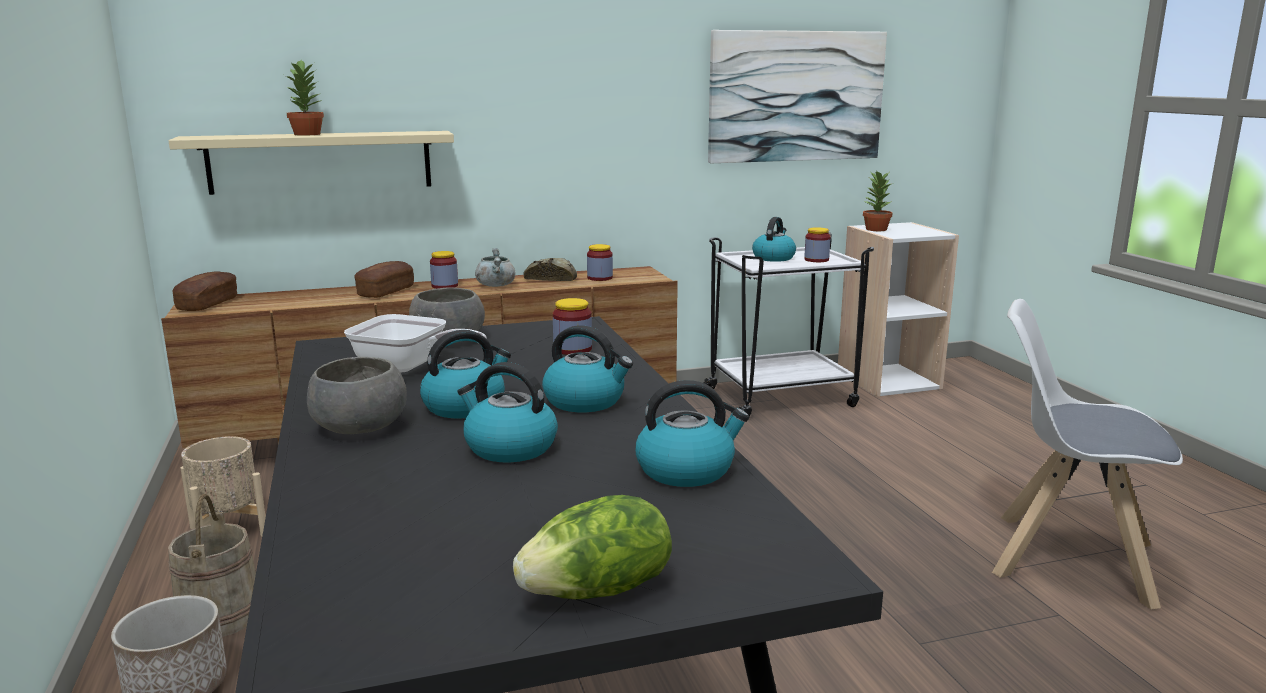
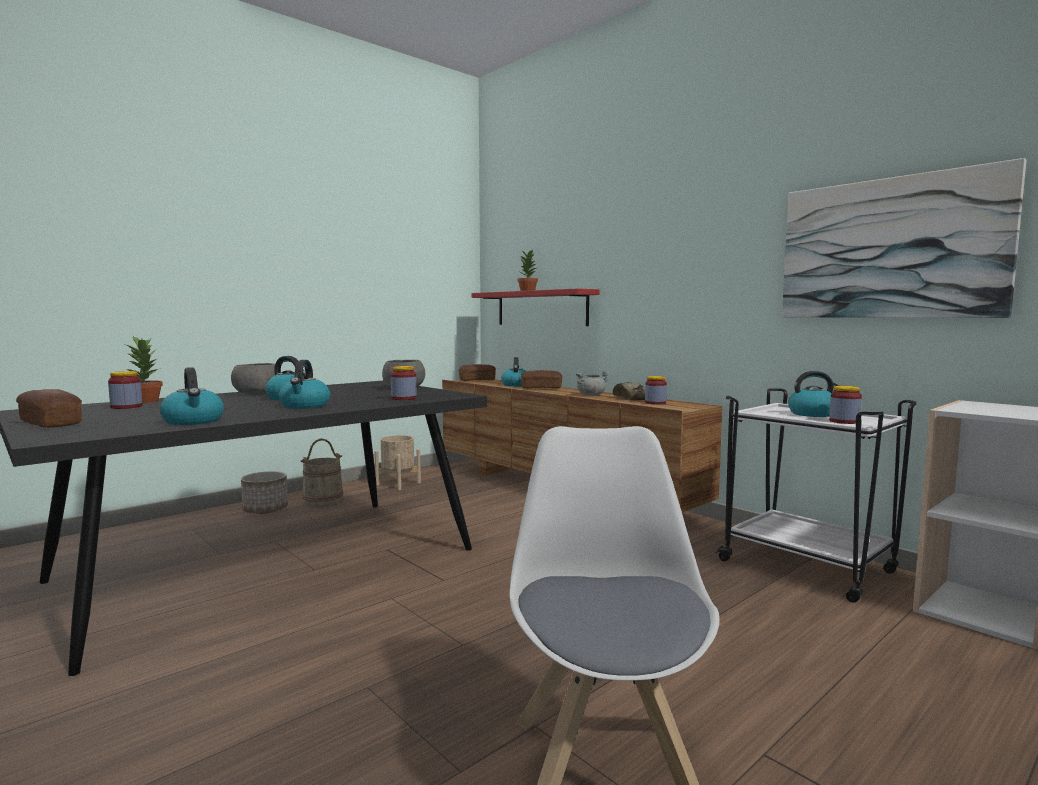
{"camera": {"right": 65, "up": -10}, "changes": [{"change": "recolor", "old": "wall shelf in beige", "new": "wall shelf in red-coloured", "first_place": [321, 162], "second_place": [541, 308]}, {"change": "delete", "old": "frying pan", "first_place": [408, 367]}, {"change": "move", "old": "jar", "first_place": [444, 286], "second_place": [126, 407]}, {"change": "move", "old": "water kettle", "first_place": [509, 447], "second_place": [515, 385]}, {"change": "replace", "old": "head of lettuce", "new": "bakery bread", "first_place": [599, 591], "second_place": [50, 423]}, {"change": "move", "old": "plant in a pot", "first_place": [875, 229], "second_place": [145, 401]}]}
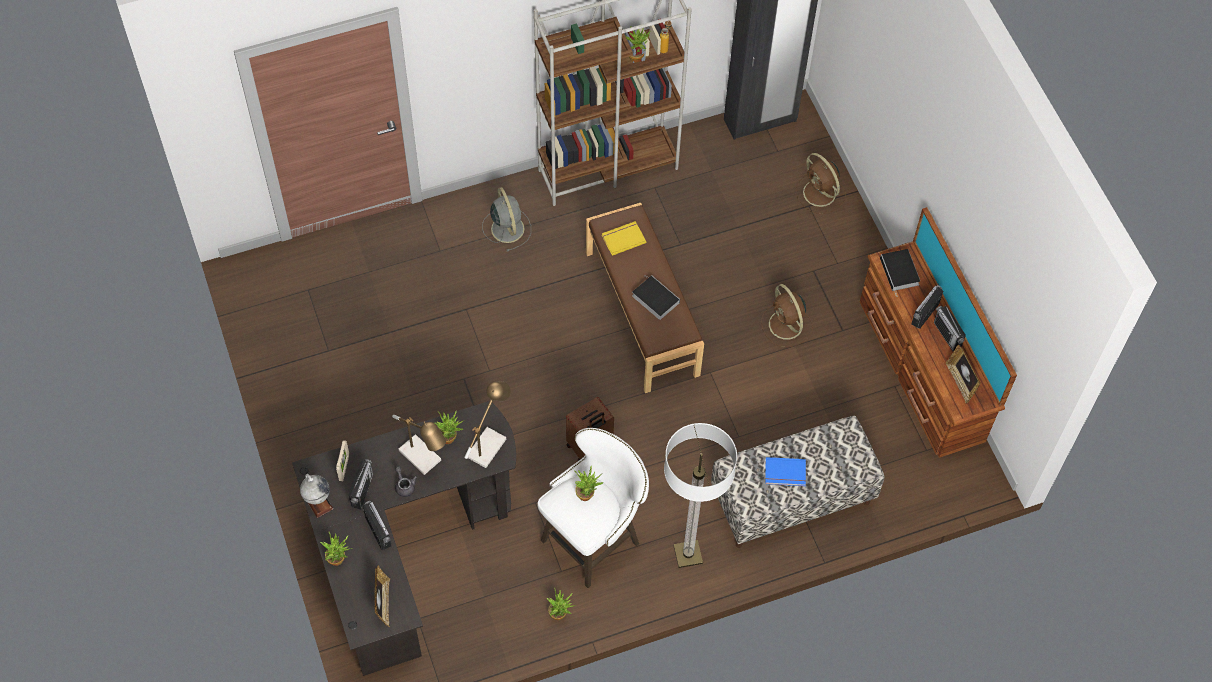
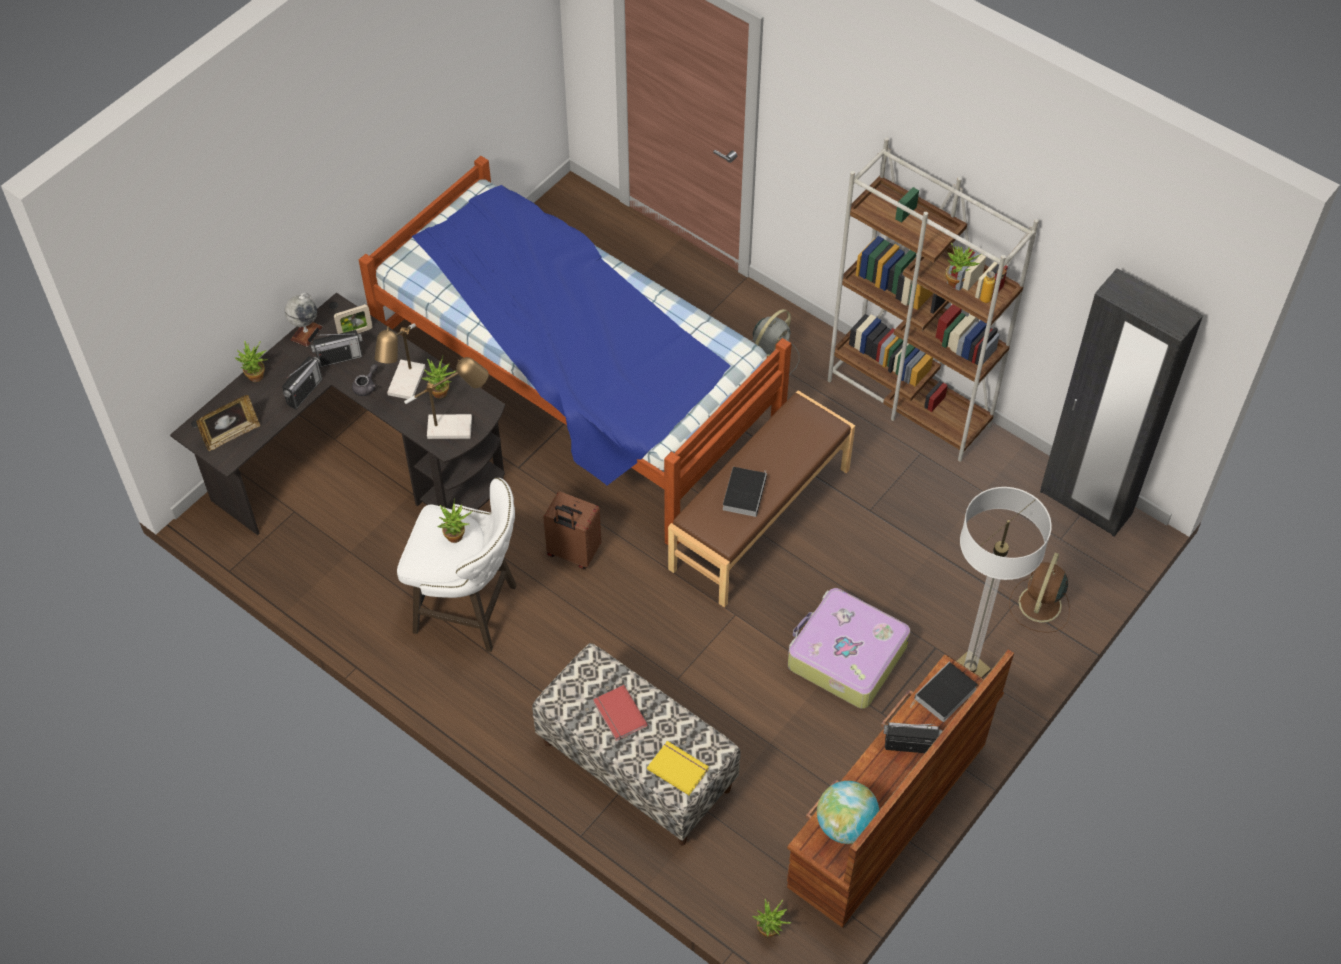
{"camera": {"right": 60, "up": -5}, "changes": [{"change": "move", "old": "plant in a pot", "first_place": [560, 615], "second_place": [769, 933]}, {"change": "move", "old": "bound book in yellow-coloured", "first_place": [623, 238], "second_place": [678, 767]}, {"change": "move", "old": "standard lamp", "first_place": [688, 554], "second_place": [969, 670]}, {"change": "replace", "old": "fan in brown-coloured", "new": "suitcase", "first_place": [786, 326], "second_place": [845, 656]}, {"change": "recolor", "old": "bound book in blue-coloured", "new": "bound book in red-coloured", "first_place": [785, 473], "second_place": [618, 714]}, {"change": "delete", "old": "radio", "first_place": [947, 335]}, {"change": "replace", "old": "photo frame", "new": "desk globe", "first_place": [960, 382], "second_place": [845, 825]}, {"change": "insert", "new": "bedroom bed", "second_place": [576, 391]}]}
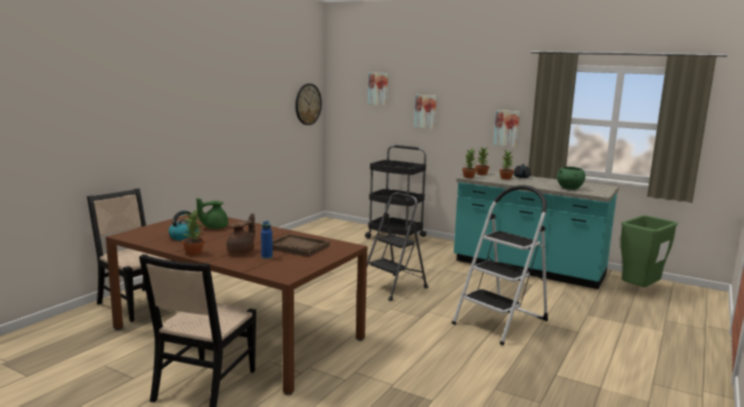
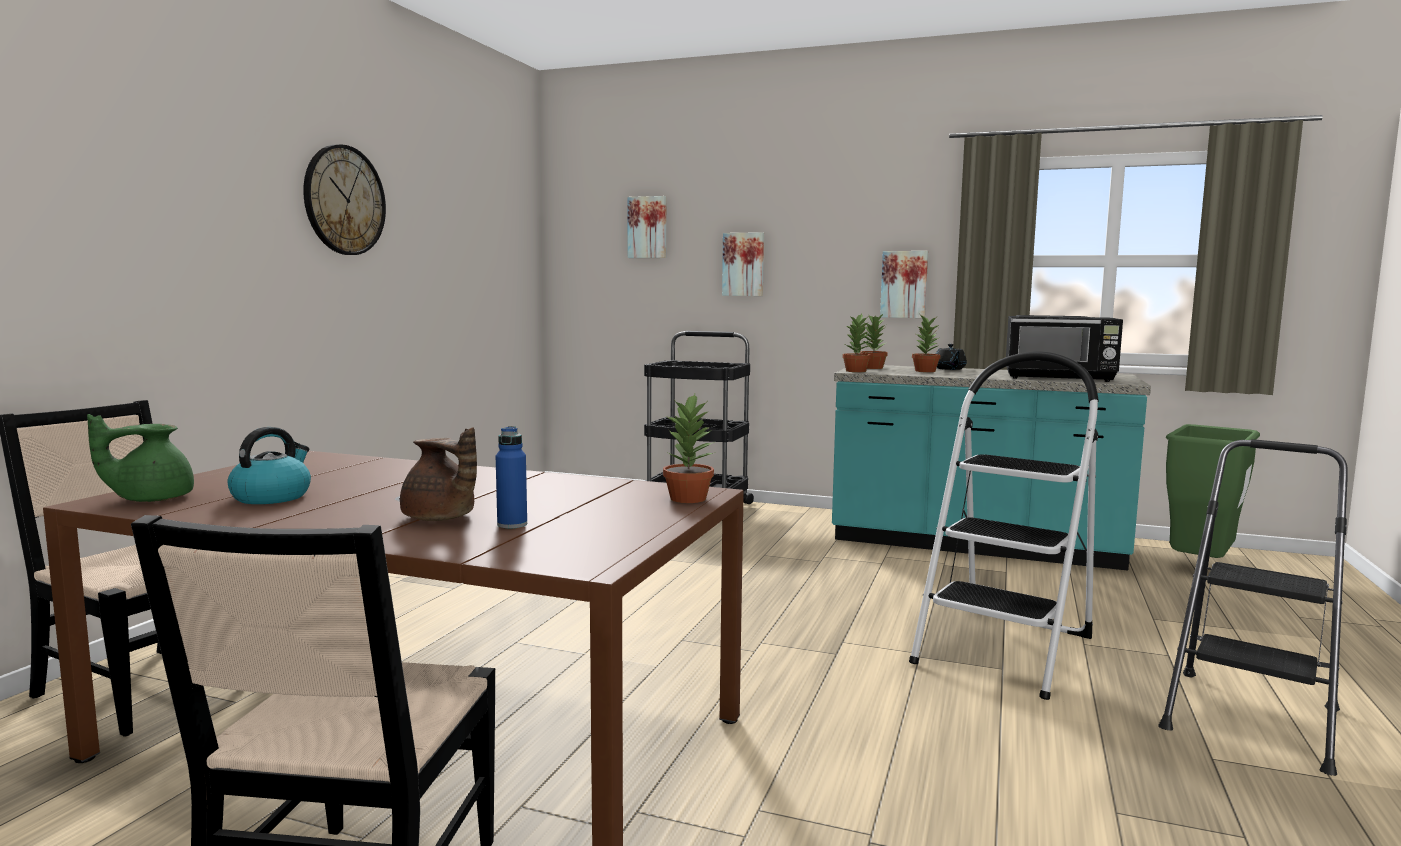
{"camera": {"right": -10, "up": -5}, "changes": [{"change": "move", "old": "plant in a pot", "first_place": [194, 252], "second_place": [689, 498]}, {"change": "move", "old": "pot for tea in green", "first_place": [214, 227], "second_place": [151, 499]}, {"change": "rotate", "old": "pot for tea in brown-coloured", "first_place": [242, 252], "second_place": [440, 518], "degrees": 105}, {"change": "delete", "old": "tray in brown-coloured", "first_place": [298, 247]}, {"change": "move", "old": "hanging clock", "first_place": [308, 104], "second_place": [344, 200]}, {"change": "move", "old": "step stool in black", "first_place": [394, 286], "second_place": [1252, 715]}, {"change": "replace", "old": "bowl in green", "new": "kitchen microwave in black", "first_place": [569, 188], "second_place": [1060, 378]}]}
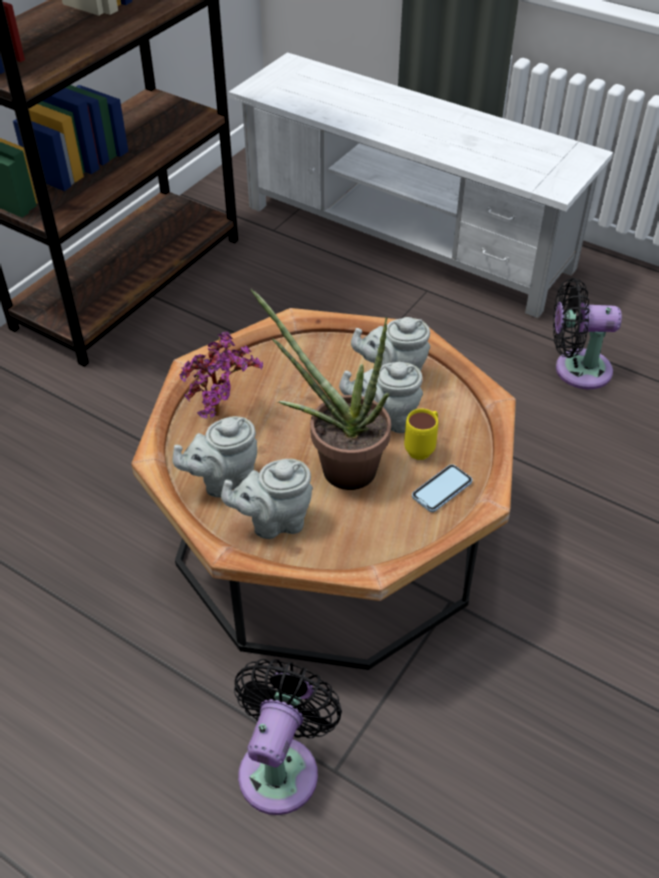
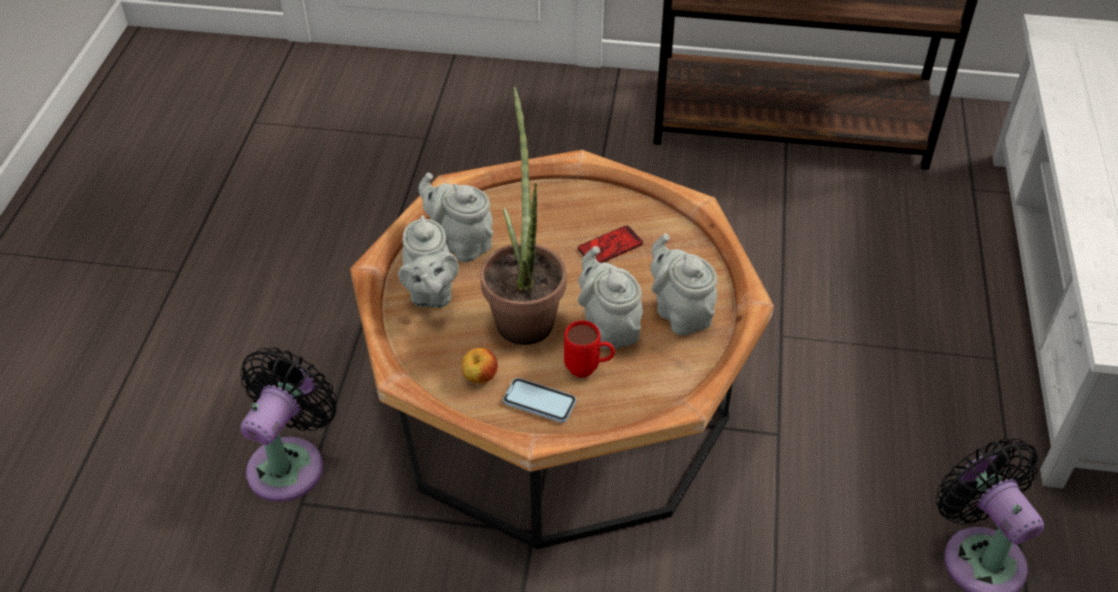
{"camera": {"right": 65, "up": 0}, "changes": [{"change": "delete", "old": "plant in a pot", "first_place": [223, 416]}, {"change": "rotate", "old": "pot for tea in grey", "first_place": [274, 522], "second_place": [430, 294], "degrees": -150}, {"change": "rotate", "old": "fan in black", "first_place": [282, 766], "second_place": [290, 462], "degrees": -60}, {"change": "recolor", "old": "coffee mug in yellow-coloured", "new": "coffee mug in red-coloured", "first_place": [423, 448], "second_place": [588, 369]}, {"change": "insert", "new": "apple", "second_place": [479, 377]}, {"change": "insert", "new": "phone", "second_place": [610, 246]}]}
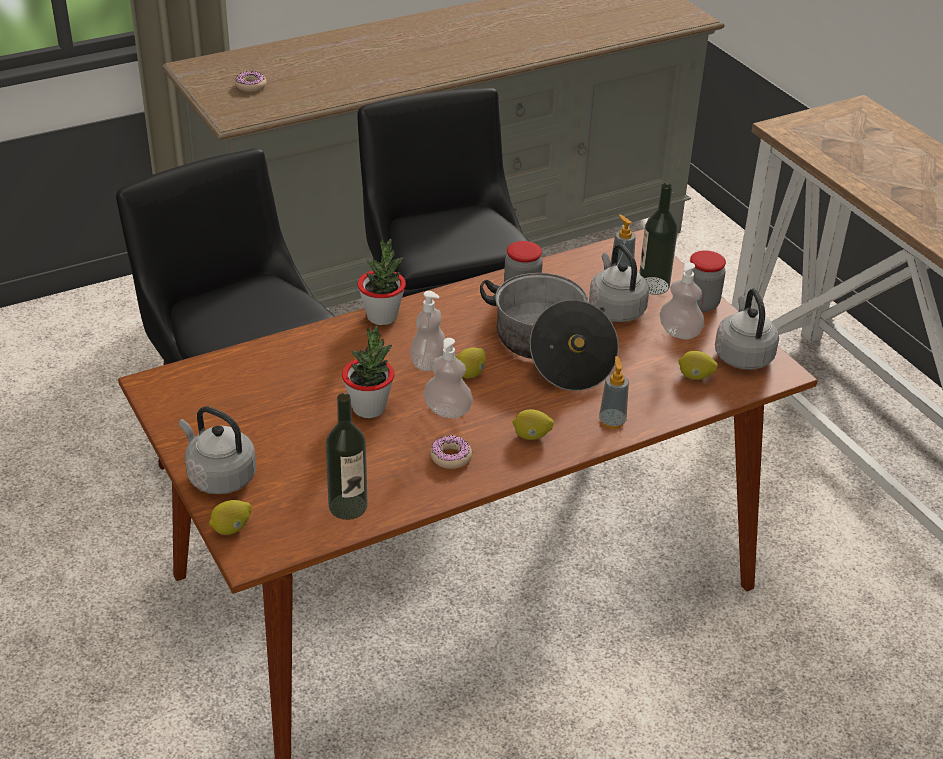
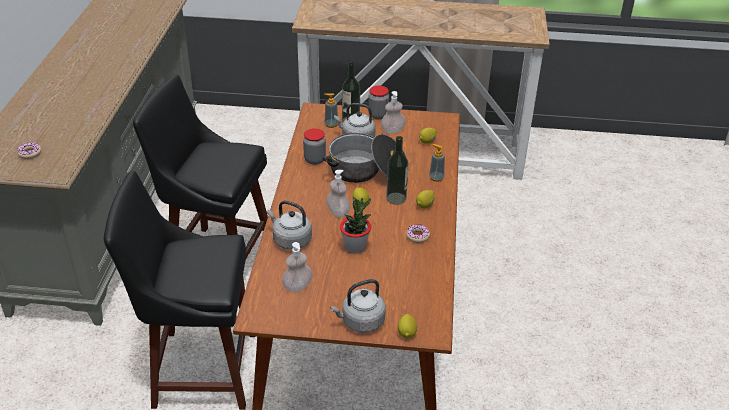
{"camera": {"right": -55, "up": 0}, "changes": [{"change": "move", "old": "bottle", "first_place": [348, 506], "second_place": [396, 198]}, {"change": "delete", "old": "plant in a pot", "first_place": [382, 317]}, {"change": "move", "old": "liquid soap bottle", "first_place": [447, 411], "second_place": [297, 286]}, {"change": "move", "old": "water kettle in grey", "first_place": [742, 355], "second_place": [290, 240]}]}
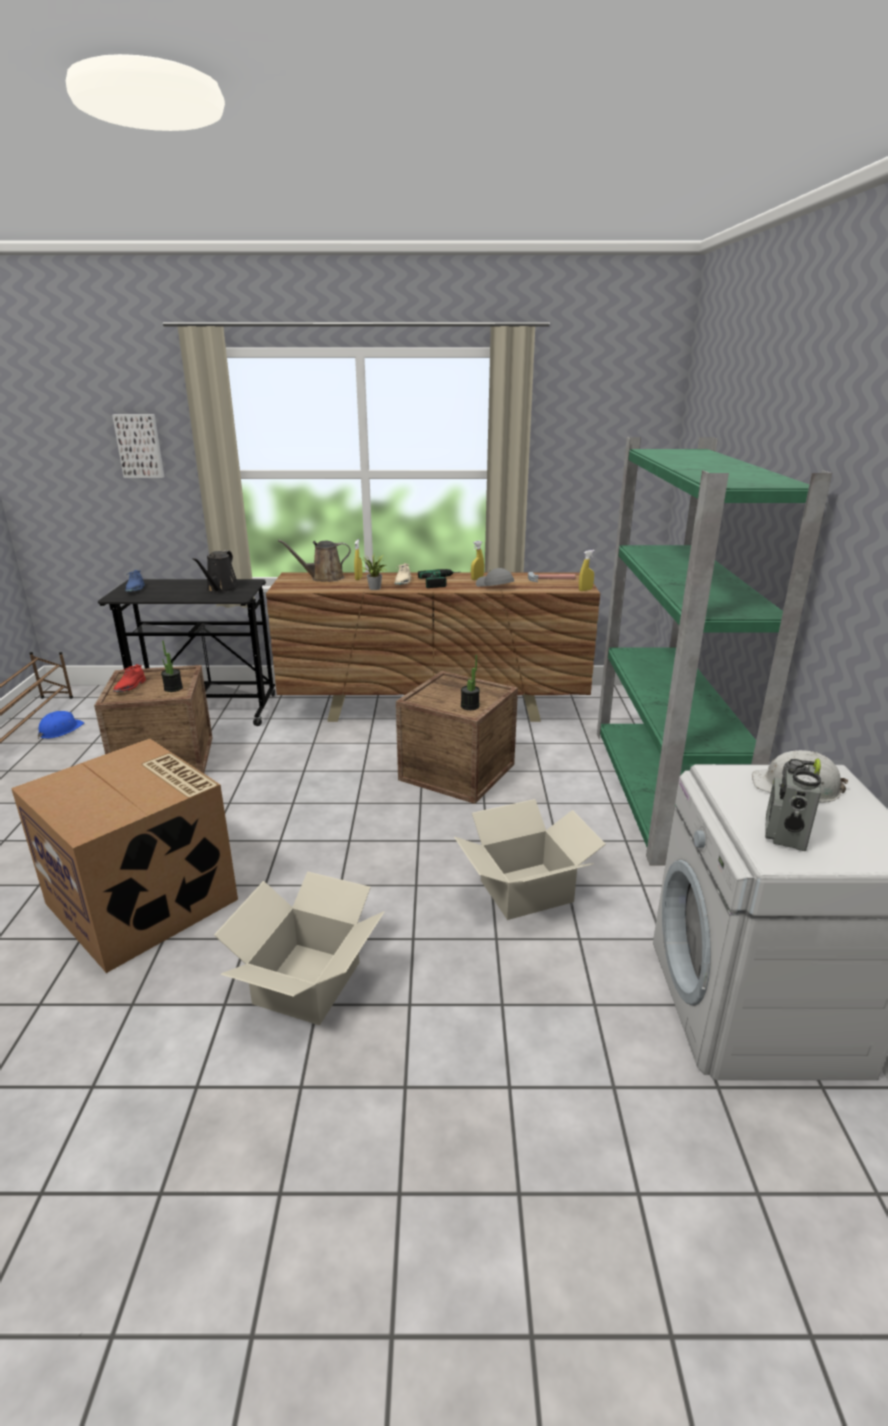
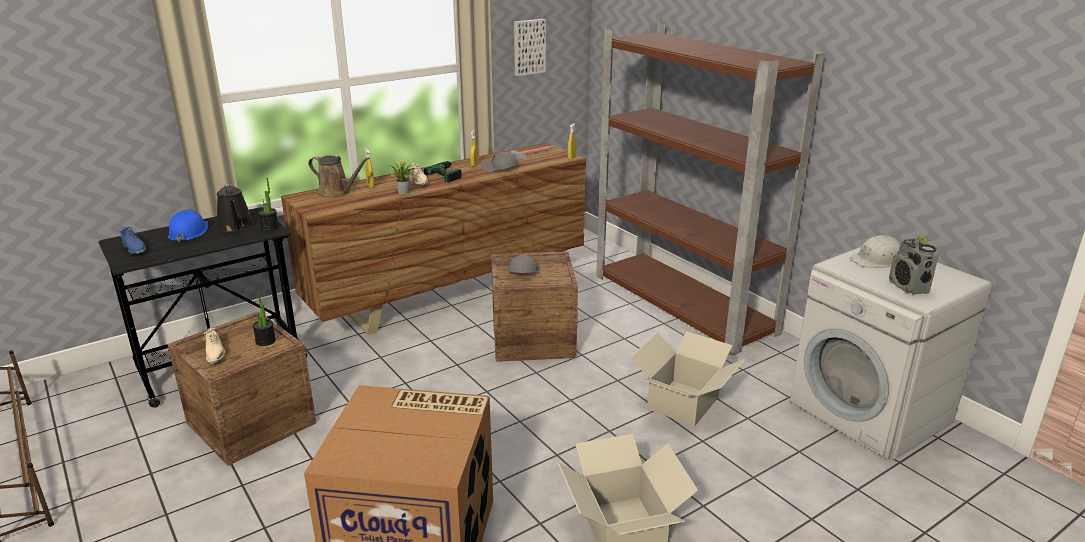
{"camera": {"right": -35, "up": 0}, "changes": [{"change": "move", "old": "hard hat in blue-coloured", "first_place": [60, 730], "second_place": [188, 232]}, {"change": "move", "old": "wall picture", "first_place": [140, 446], "second_place": [528, 47]}, {"change": "recolor", "old": "item of footwear in red-coloured", "new": "item of footwear in beige", "first_place": [130, 687], "second_place": [215, 354]}, {"change": "rotate", "old": "watering can in brown-coloured", "first_place": [324, 578], "second_place": [337, 192], "degrees": -105}, {"change": "move", "old": "plant in a pot", "first_place": [470, 706], "second_place": [269, 228]}, {"change": "recolor", "old": "bookcase in green", "new": "bookcase in brown-coloured", "first_place": [660, 790], "second_place": [682, 303]}, {"change": "insert", "new": "cap in grey", "second_place": [522, 270]}]}
